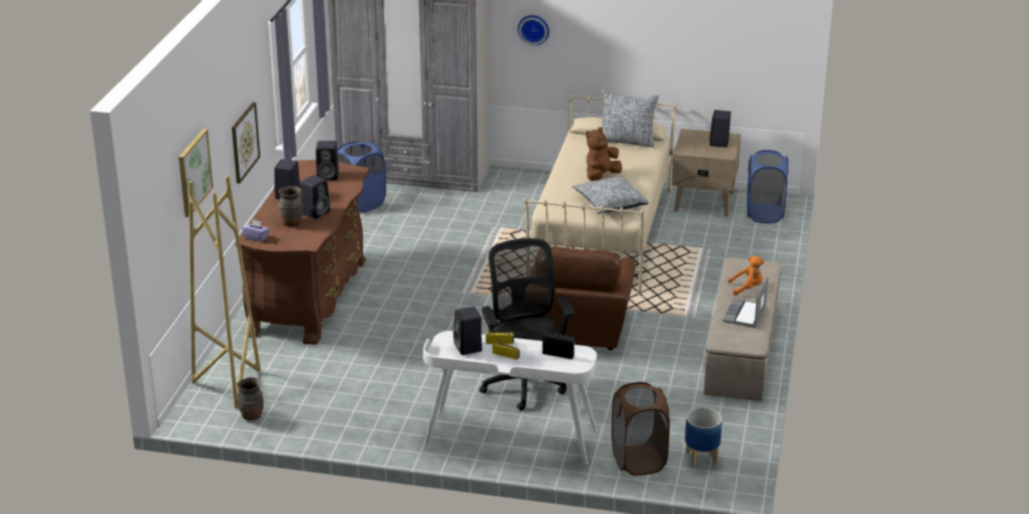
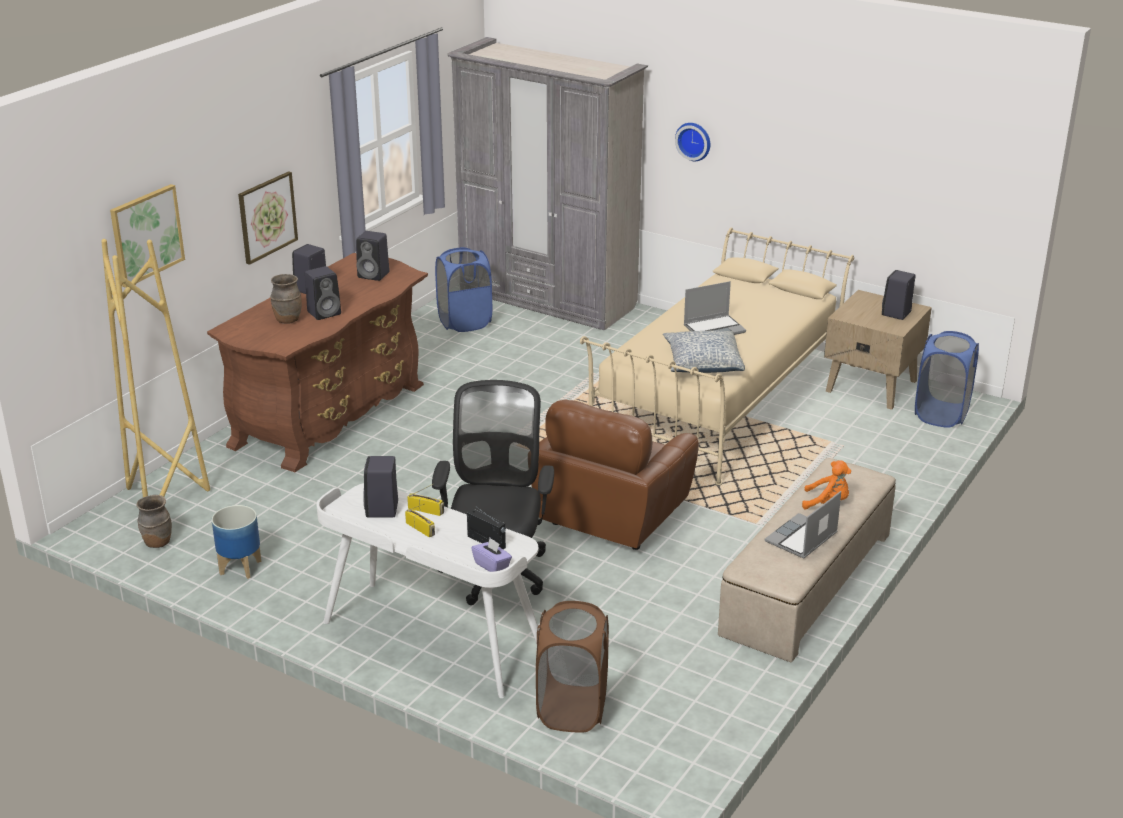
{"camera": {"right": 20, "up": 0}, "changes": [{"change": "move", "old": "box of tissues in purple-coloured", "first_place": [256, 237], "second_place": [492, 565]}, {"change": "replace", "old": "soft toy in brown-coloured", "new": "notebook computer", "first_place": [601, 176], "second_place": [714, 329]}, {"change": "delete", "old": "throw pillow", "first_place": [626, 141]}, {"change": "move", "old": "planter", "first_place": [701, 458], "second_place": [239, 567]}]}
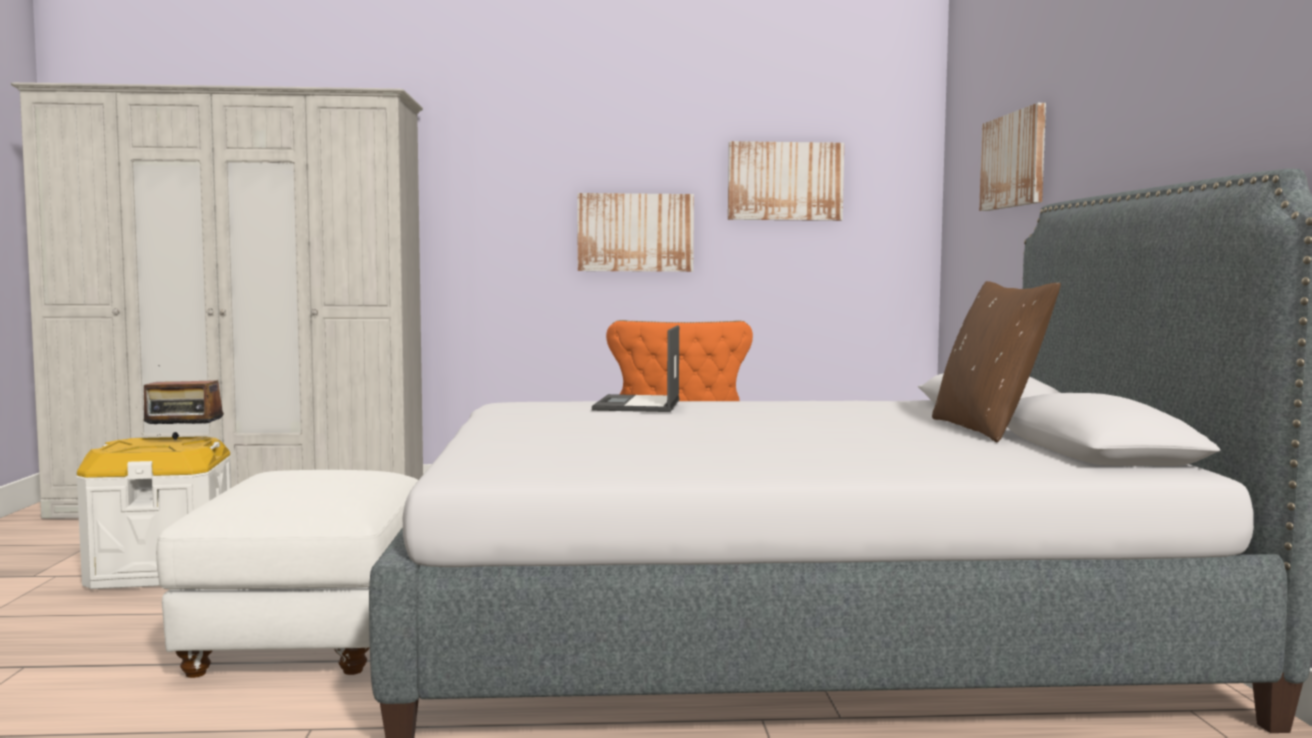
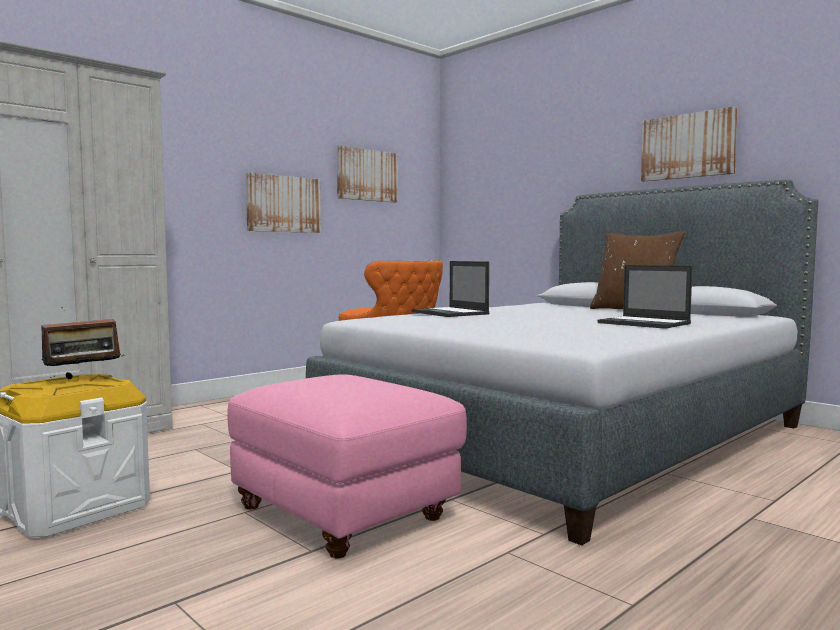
{"camera": {"right": -40, "up": 0}, "changes": [{"change": "recolor", "old": "footrest in white", "new": "footrest in pink", "first_place": [307, 639], "second_place": [345, 511]}, {"change": "move", "old": "wall picture", "first_place": [1014, 160], "second_place": [687, 146]}, {"change": "insert", "new": "notebook computer", "second_place": [645, 323]}]}
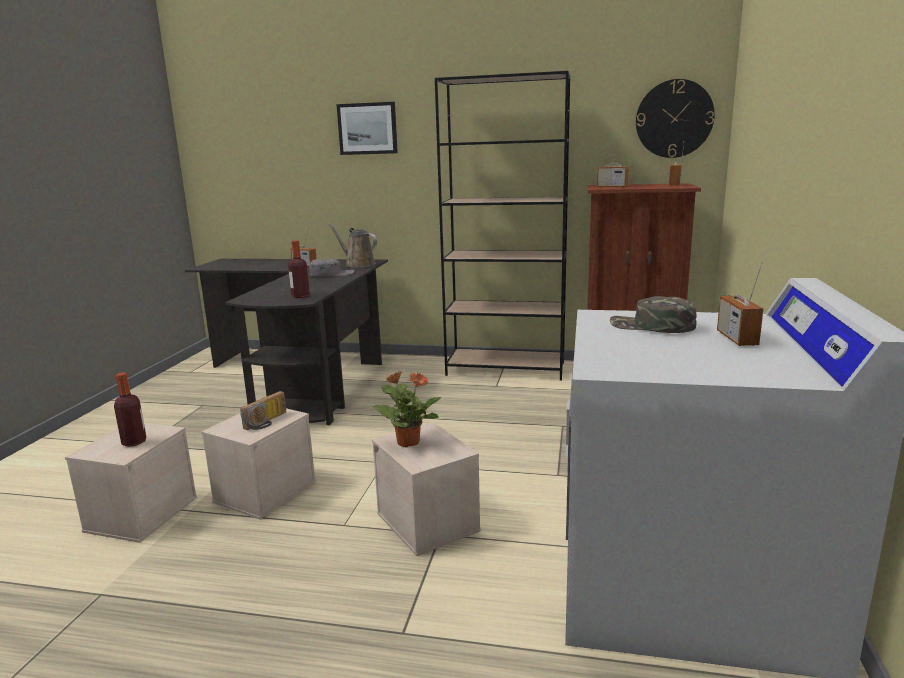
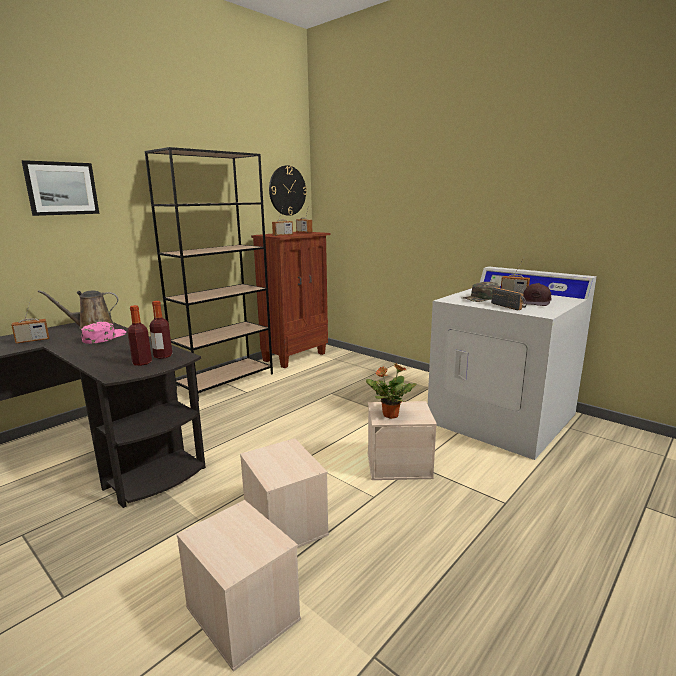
{"camera": {"right": -60, "up": 0}, "changes": [{"change": "move", "old": "bottle", "first_place": [134, 442], "second_place": [142, 363]}, {"change": "move", "old": "radio", "first_place": [267, 422], "second_place": [509, 306]}, {"change": "recolor", "old": "cap in grey", "new": "cap in pink", "first_place": [332, 274], "second_place": [104, 337]}, {"change": "insert", "new": "cap in brown-coloured", "second_place": [536, 302]}]}
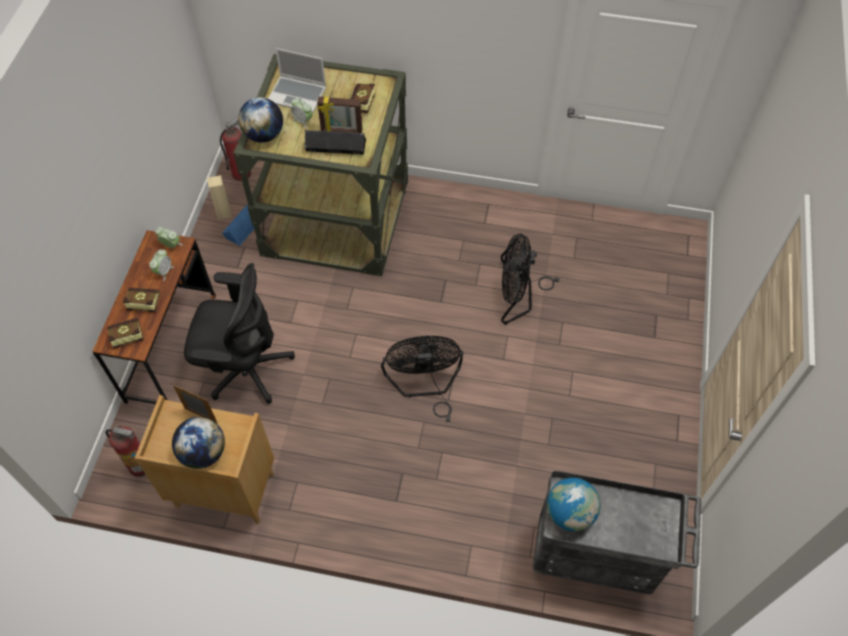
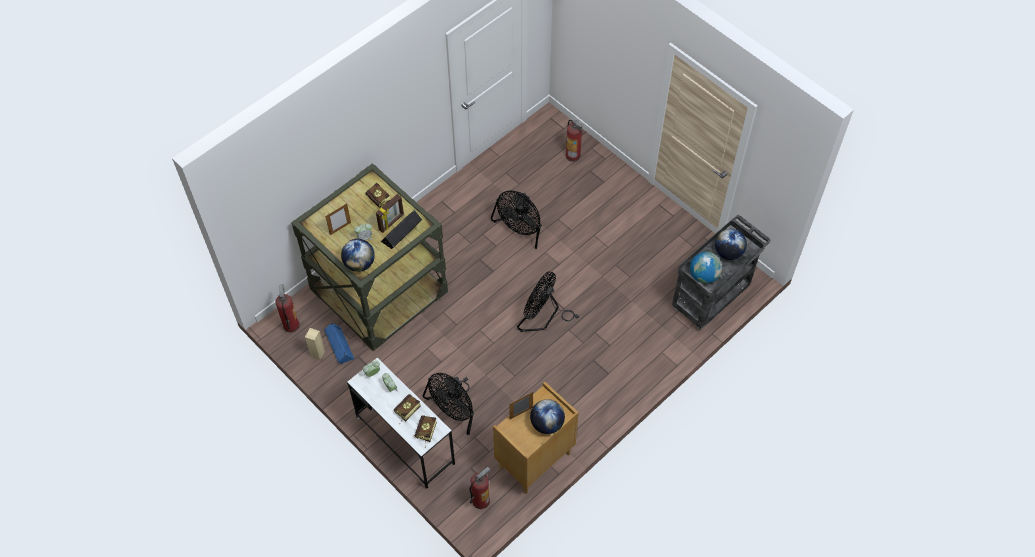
{"camera": {"right": -55, "up": 0}, "changes": [{"change": "recolor", "old": "desk unit in brown-coloured", "new": "desk unit in white", "first_place": [171, 347], "second_place": [405, 440]}, {"change": "replace", "old": "desk chair in black", "new": "fan in black", "first_place": [242, 368], "second_place": [454, 407]}, {"change": "replace", "old": "notebook computer", "new": "photo frame", "first_place": [298, 95], "second_place": [340, 228]}, {"change": "insert", "new": "extinguisher", "second_place": [573, 155]}, {"change": "insert", "new": "desk globe", "second_place": [728, 252]}]}
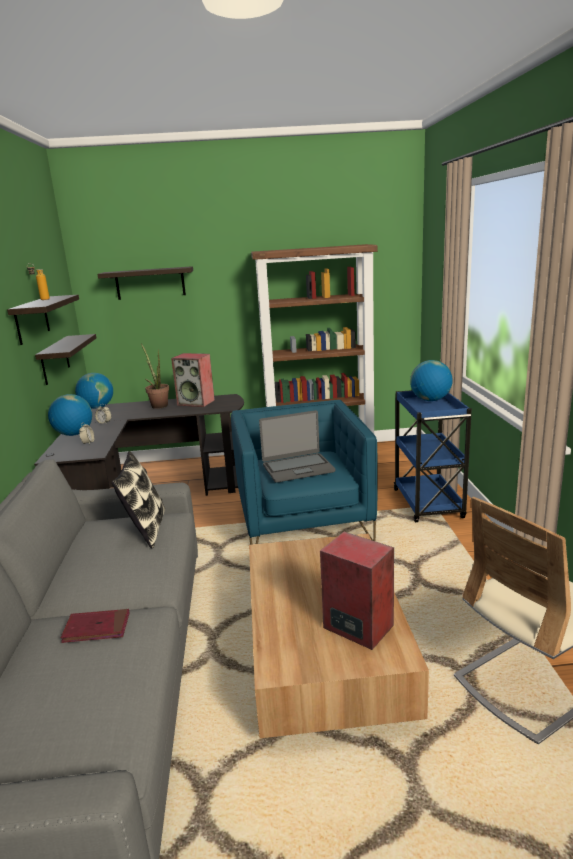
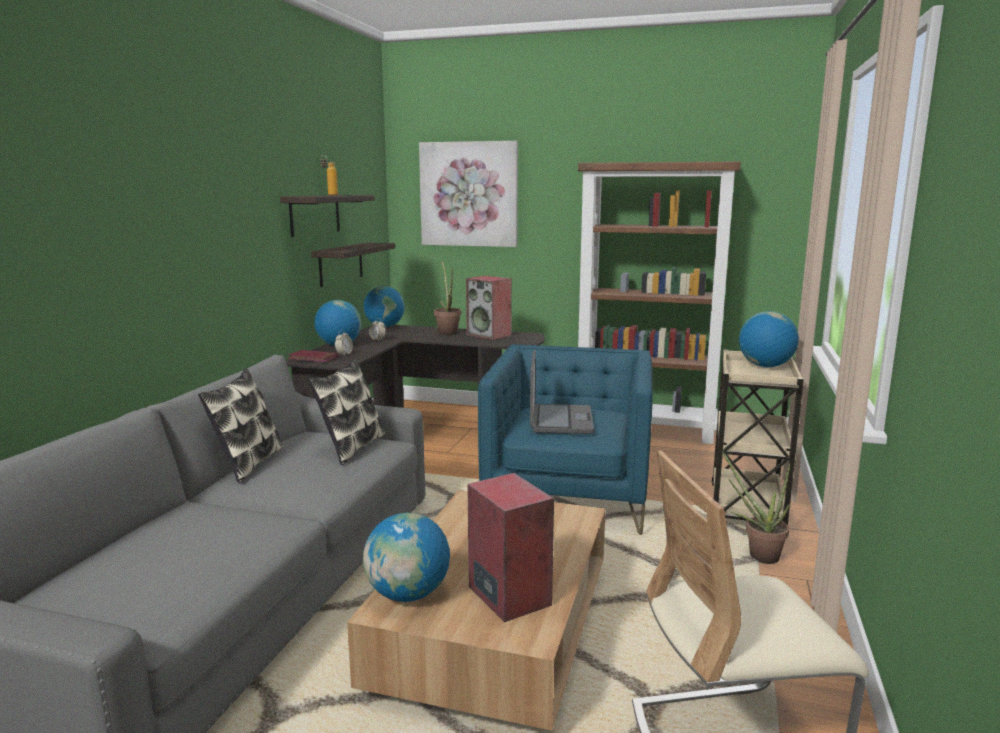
{"camera": {"right": 20, "up": -5}, "changes": [{"change": "move", "old": "bound book in red-coloured", "first_place": [97, 628], "second_place": [313, 358]}, {"change": "replace", "old": "wall shelf", "new": "wall picture", "first_place": [150, 283], "second_place": [469, 194]}, {"change": "rotate", "old": "notebook computer", "first_place": [297, 468], "second_place": [560, 420], "degrees": -90}, {"change": "recolor", "old": "wheeled cart in blue-coloured", "new": "wheeled cart in beige", "first_place": [428, 504], "second_place": [746, 509]}, {"change": "insert", "new": "throw pillow", "second_place": [247, 464]}, {"change": "insert", "new": "desk globe", "second_place": [408, 595]}, {"change": "insert", "new": "plant in a pot", "second_place": [757, 555]}]}
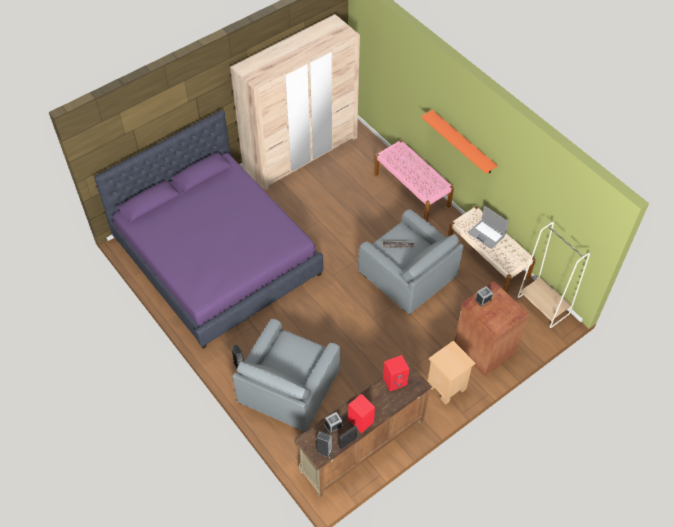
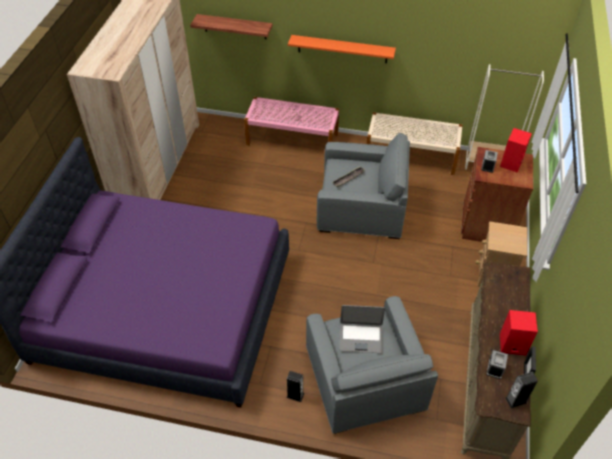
{"camera": {"right": -40, "up": -5}, "changes": [{"change": "move", "old": "loudspeaker in red-coloured", "first_place": [395, 380], "second_place": [511, 162]}, {"change": "move", "old": "notebook computer", "first_place": [486, 234], "second_place": [361, 338]}, {"change": "insert", "new": "wall shelf", "second_place": [235, 26]}]}
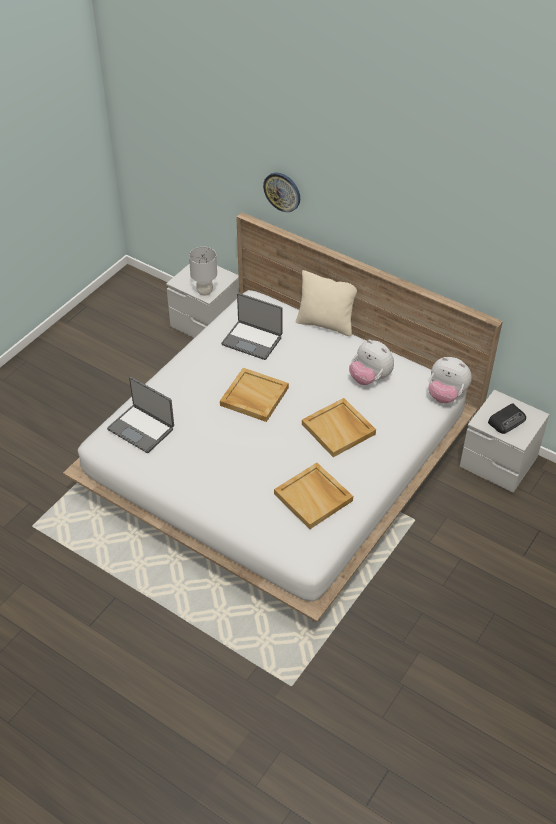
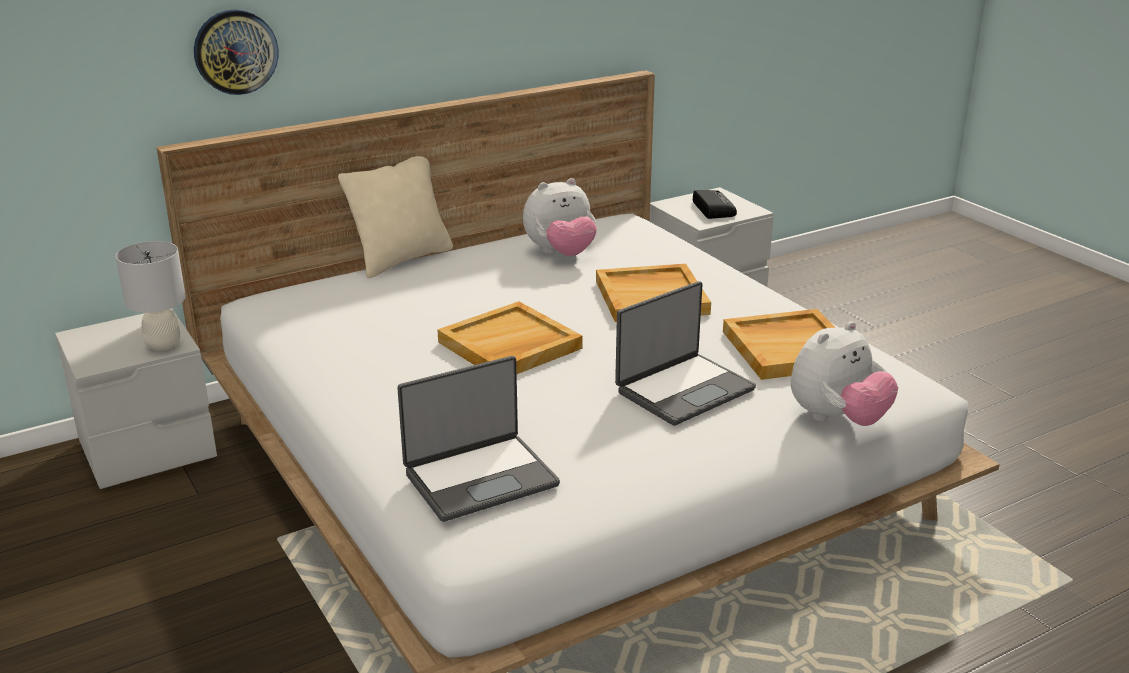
{"camera": {"right": -65, "up": -20}, "changes": [{"change": "move", "old": "notebook computer", "first_place": [252, 340], "second_place": [683, 390]}, {"change": "move", "old": "soft toy", "first_place": [446, 395], "second_place": [837, 419]}]}
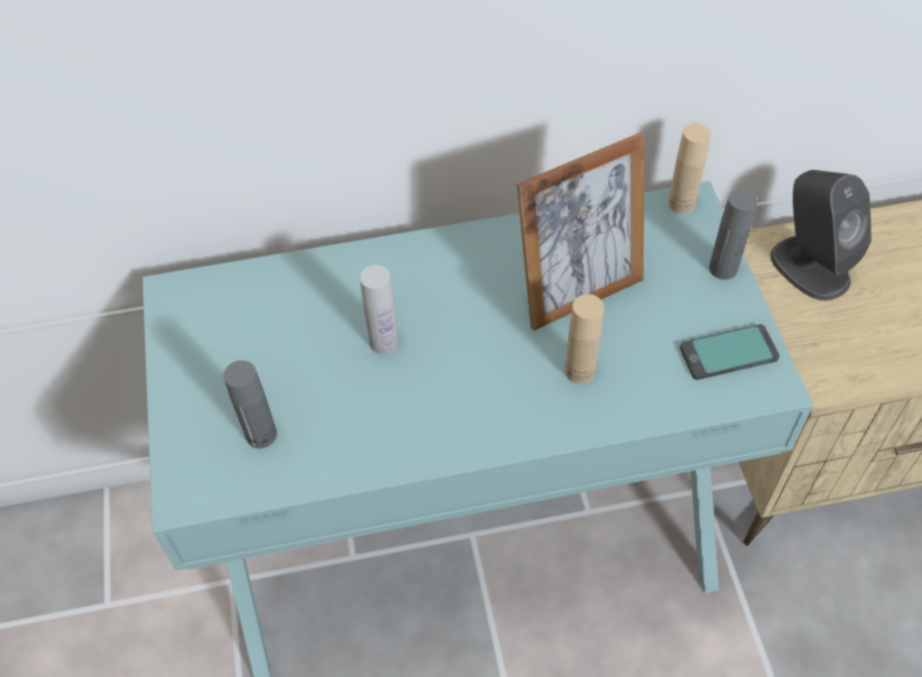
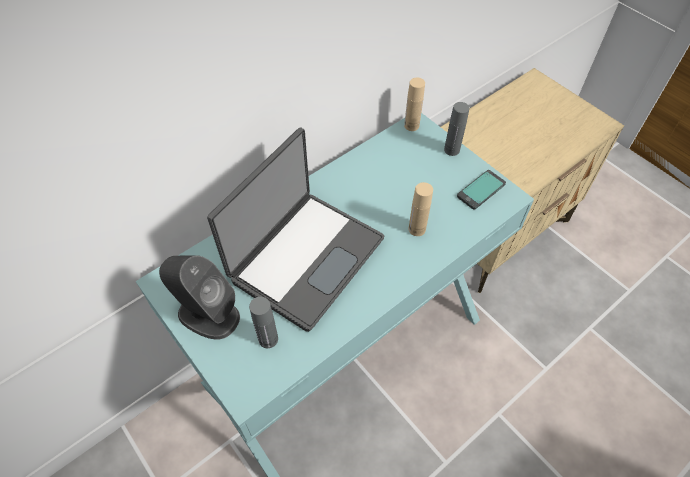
{"camera": {"right": -30, "up": 0}, "changes": [{"change": "replace", "old": "bottle in white", "new": "notebook computer", "first_place": [384, 342], "second_place": [305, 258]}, {"change": "delete", "old": "photo frame", "first_place": [578, 291]}, {"change": "move", "old": "loudspeaker in grey", "first_place": [809, 267], "second_place": [208, 314]}]}
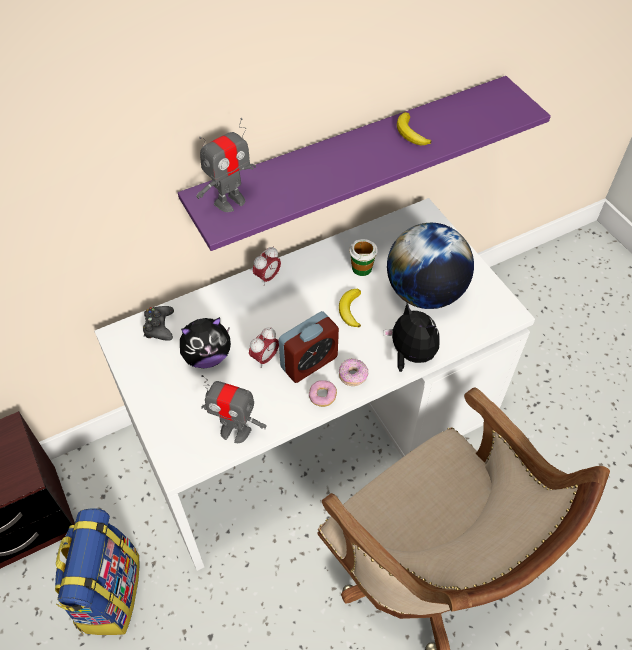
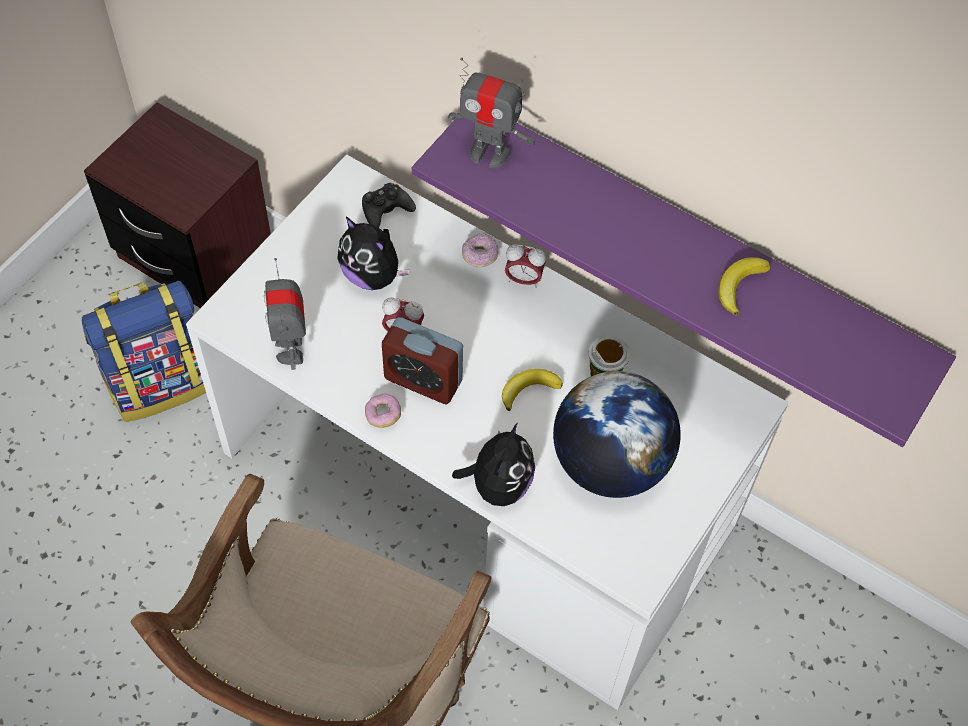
{"camera": {"right": 60, "up": 5}, "changes": [{"change": "move", "old": "ring doughnut", "first_place": [353, 376], "second_place": [480, 256]}]}
